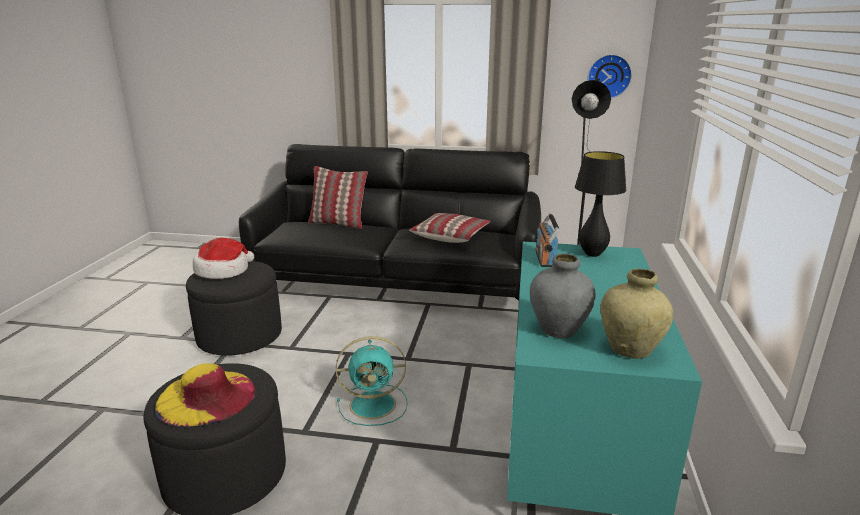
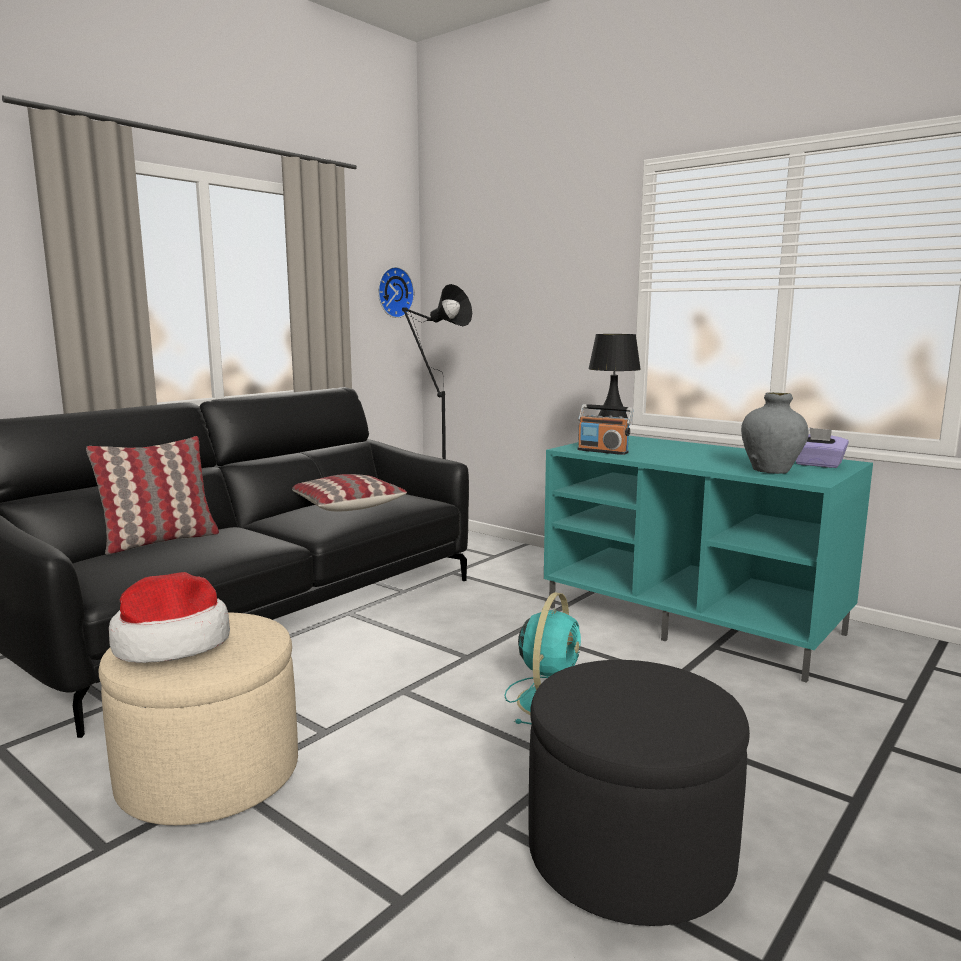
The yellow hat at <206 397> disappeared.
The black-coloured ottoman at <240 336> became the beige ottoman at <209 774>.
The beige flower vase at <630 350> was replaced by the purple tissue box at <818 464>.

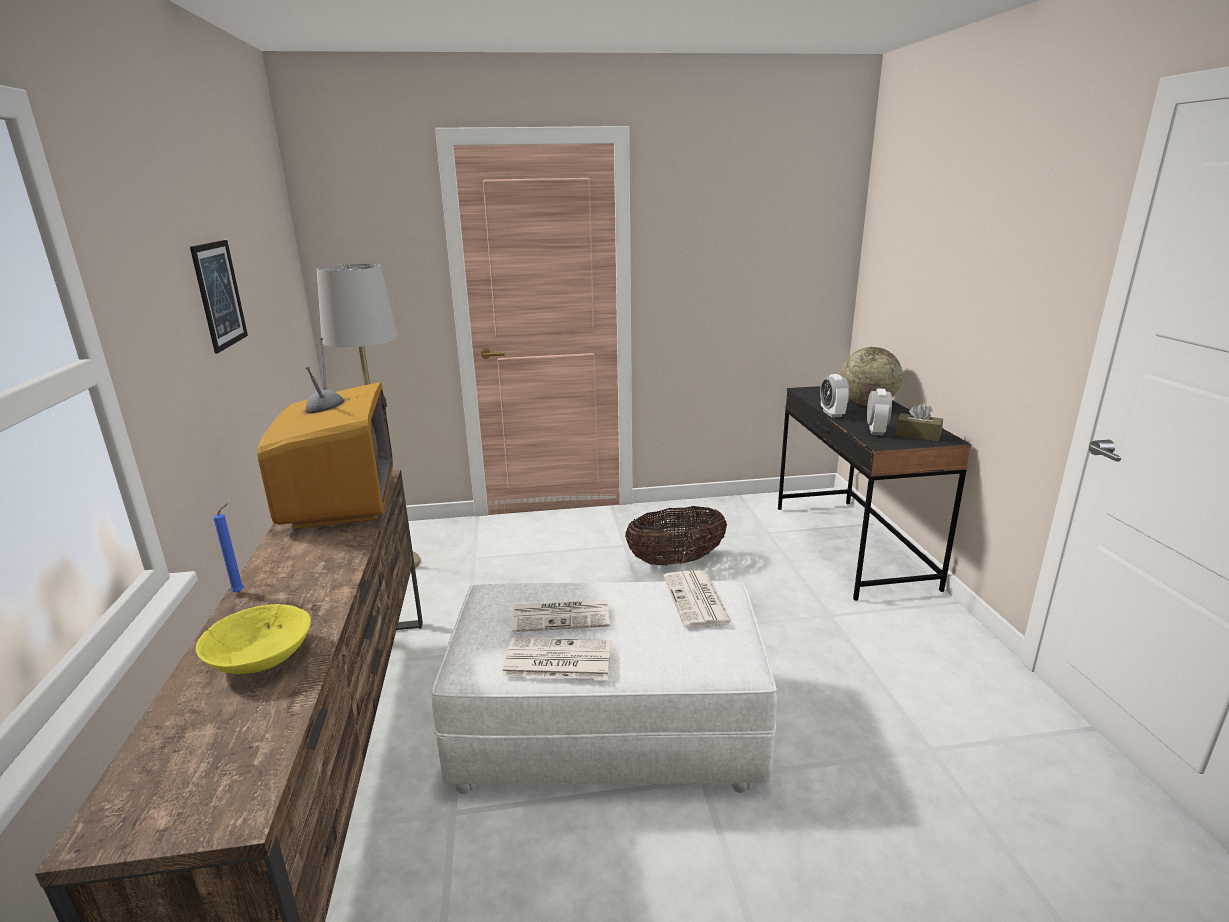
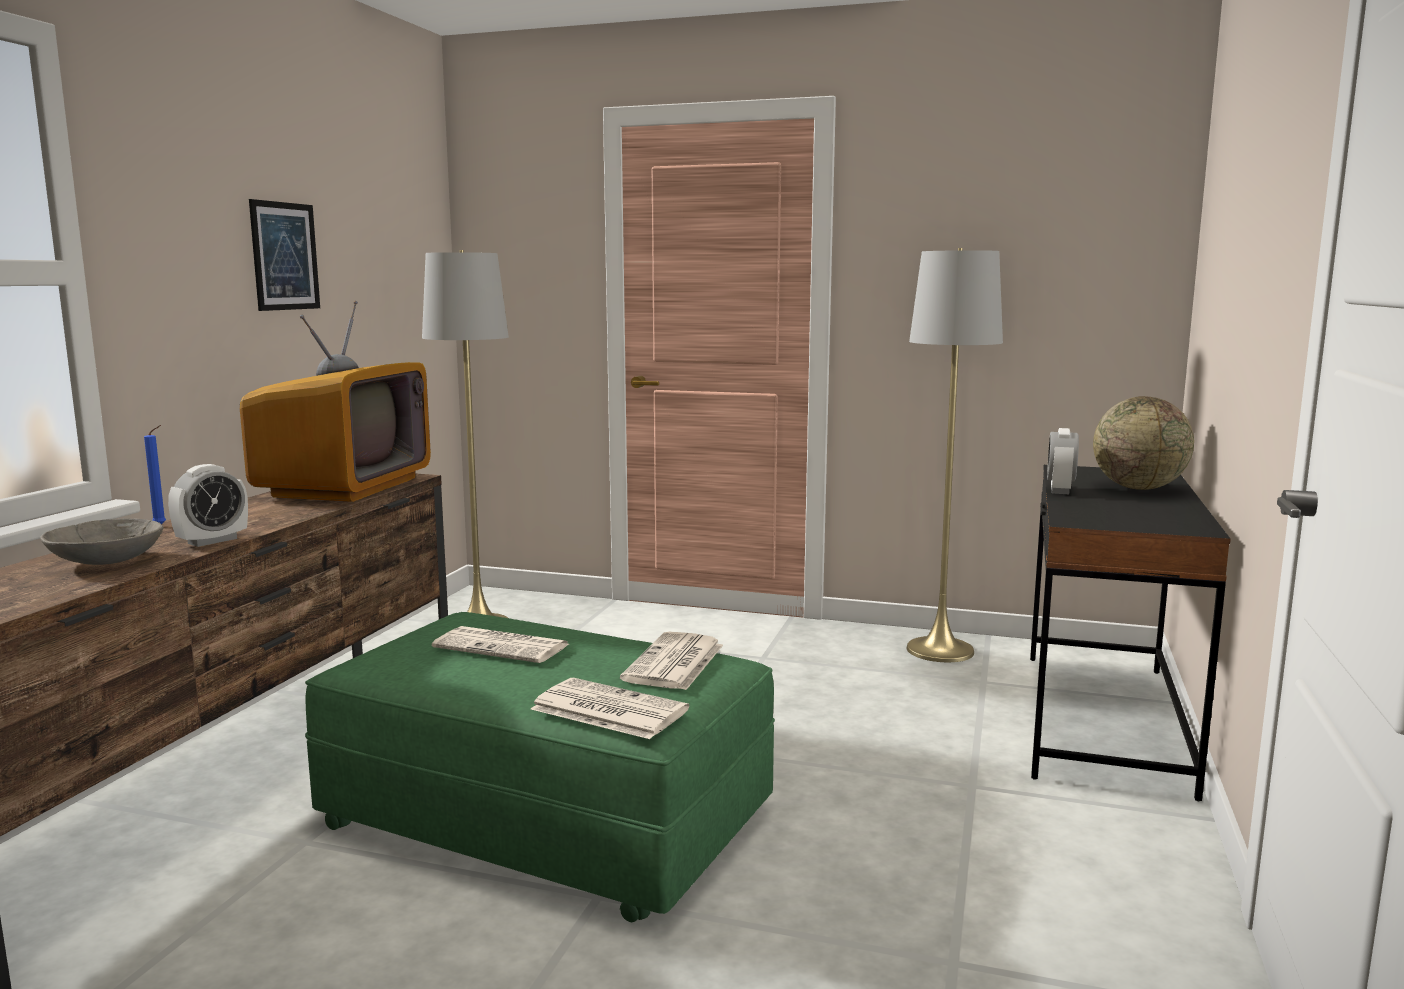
The yellow serving bowl at <262 658> became the grey serving bowl at <107 561>.
The white-coloured ottoman at <608 723> became the greenish ottoman at <547 815>.
The printed paper moved from <556 660> to <607 710>.
The basket at <676 561> disappeared.
The alarm clock moved from <876 431> to <212 541>.
The brown tissue box at <917 435> disappeared.
The grey standing lamp at <940 650> appeared.

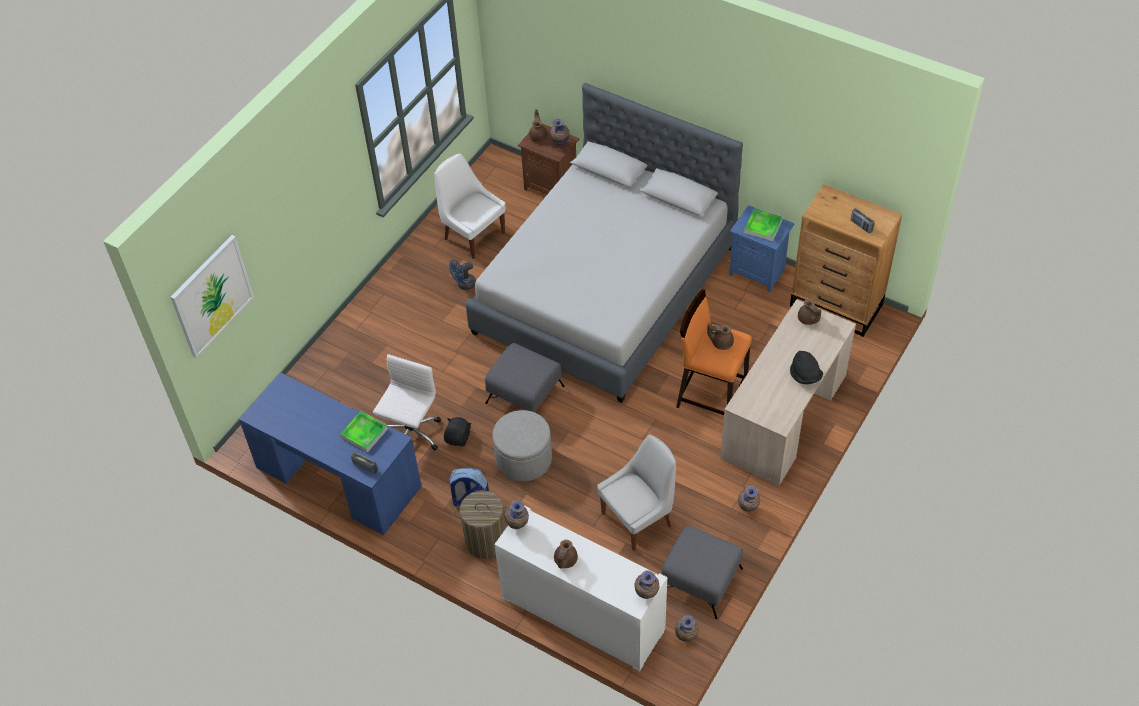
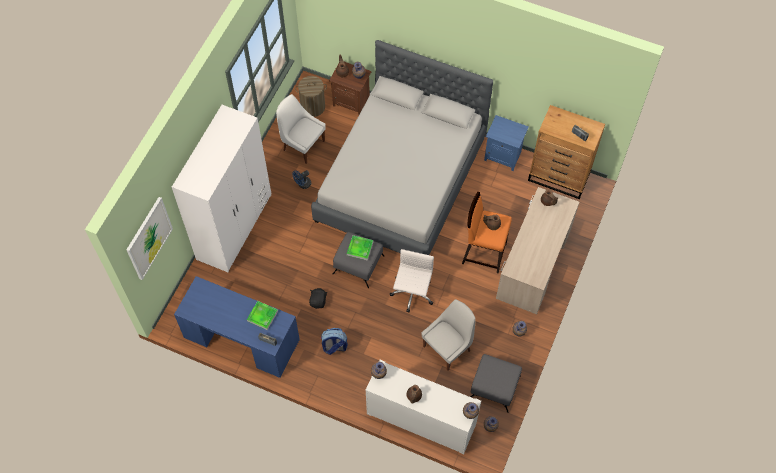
The white-coloured computer chair moved from <410 434> to <412 294>.
The laundry basket moved from <486 541> to <313 107>.
The grey ottoman at <523 459> disappeared.
The tray moved from <763 227> to <360 248>.
The black-coloured hat at <805 376> disappeared.
The white-coloured clothes cupboard at <235 227> appeared.

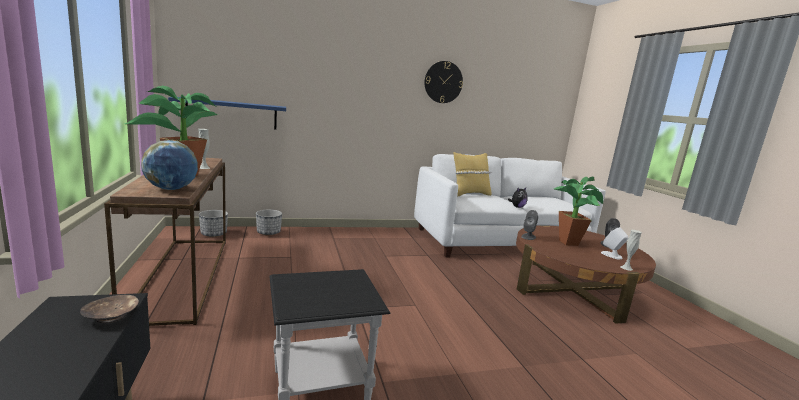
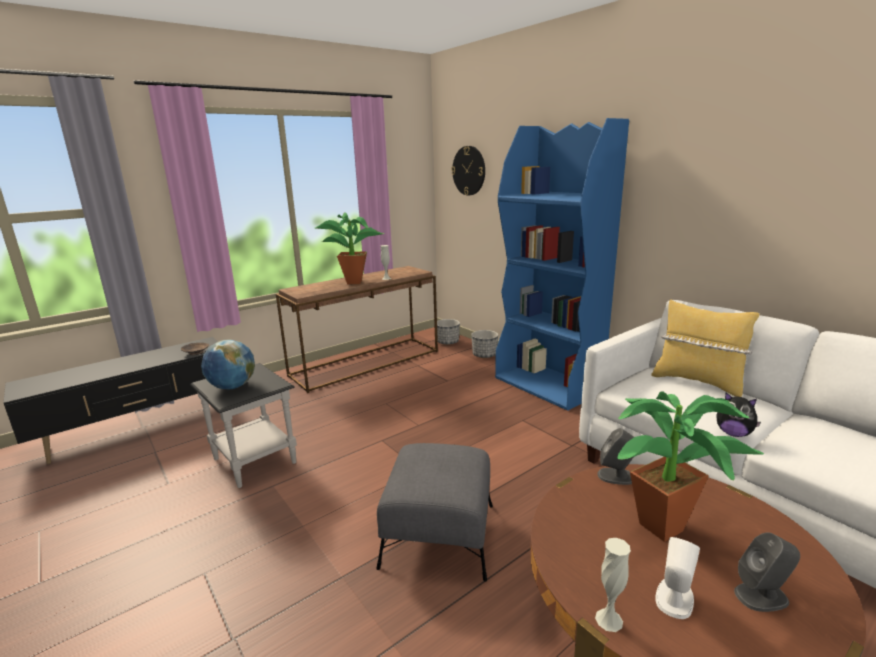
The desk globe moved from <171 189> to <232 387>.
The blue-coloured bracket shelf at <232 114> disappeared.
The clock on the wall moved from <443 82> to <469 170>.
The grey ottoman at <438 535> appeared.
The blue-coloured shelving unit at <548 385> appeared.

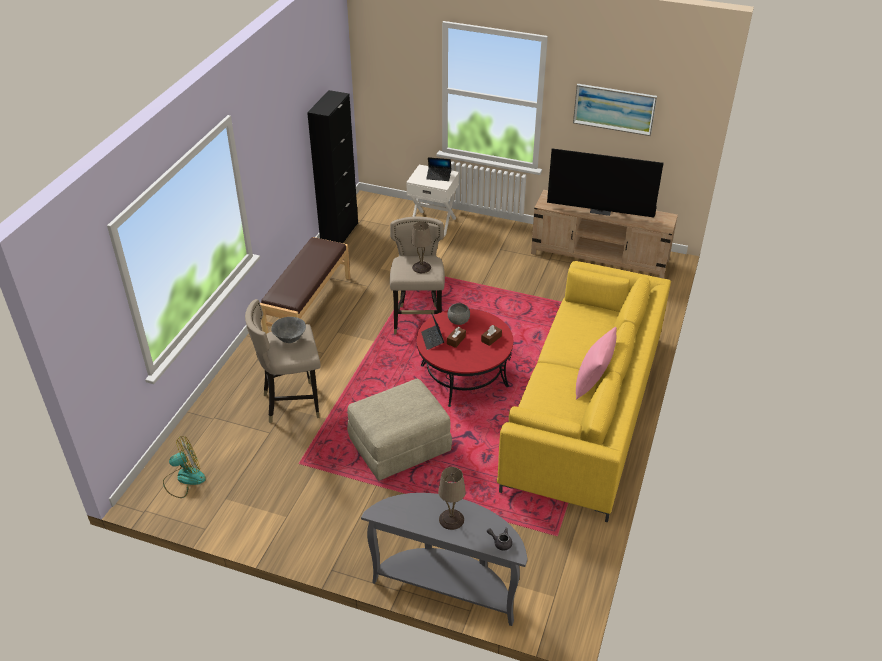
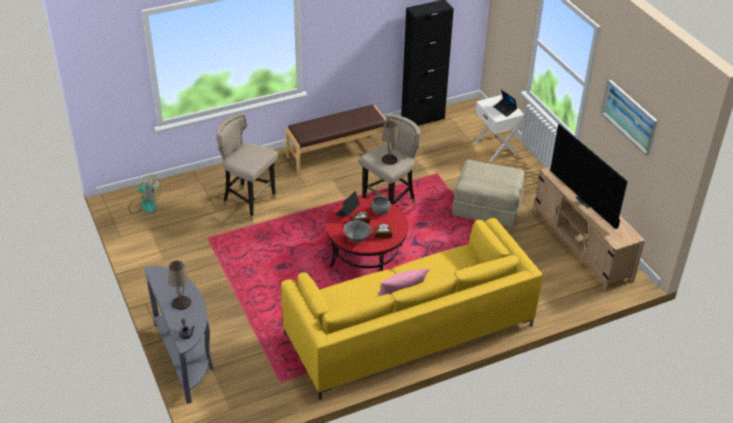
The grey serving bowl moved from <290 339> to <357 239>.
The beige ottoman moved from <400 445> to <487 207>.

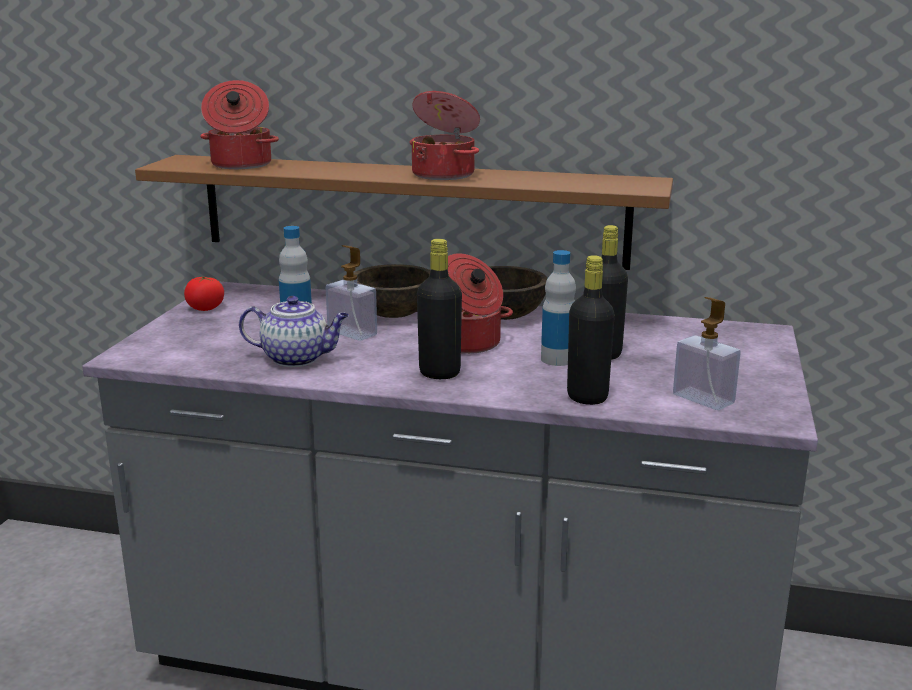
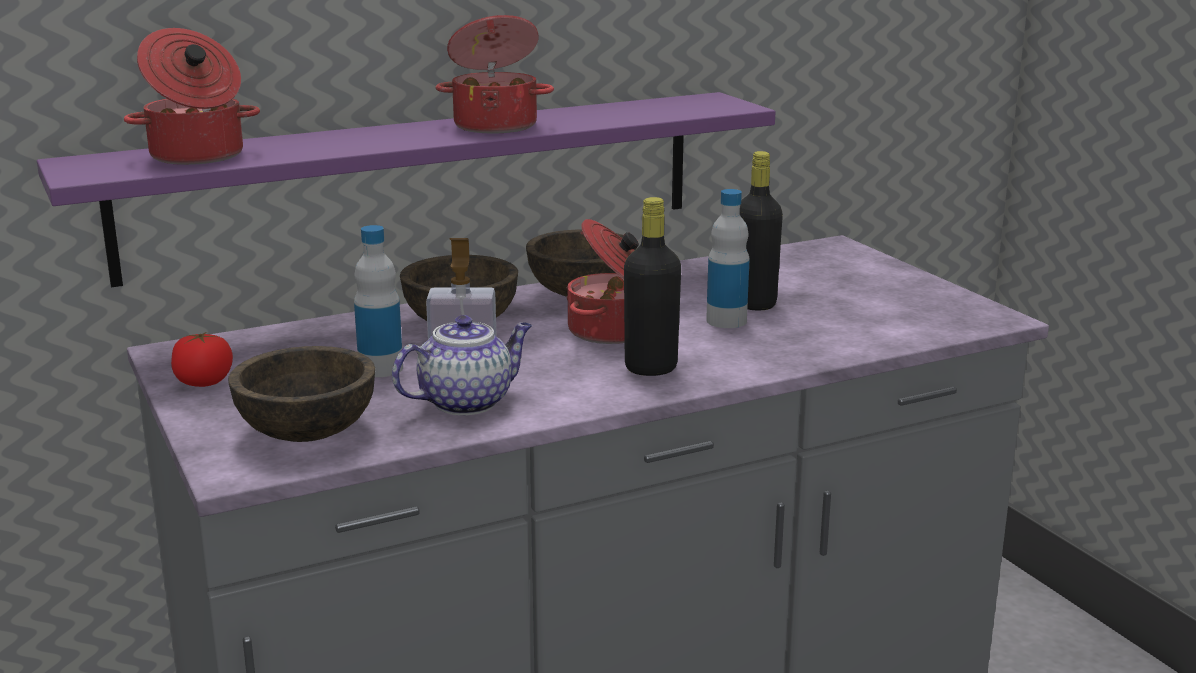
The brown bracket shelf at <410 210> became the purple bracket shelf at <418 183>.
The black-coloured bottle at <587 397> disappeared.
The soap bottle at <703 399> disappeared.
The brown serving bowl at <306 432> appeared.

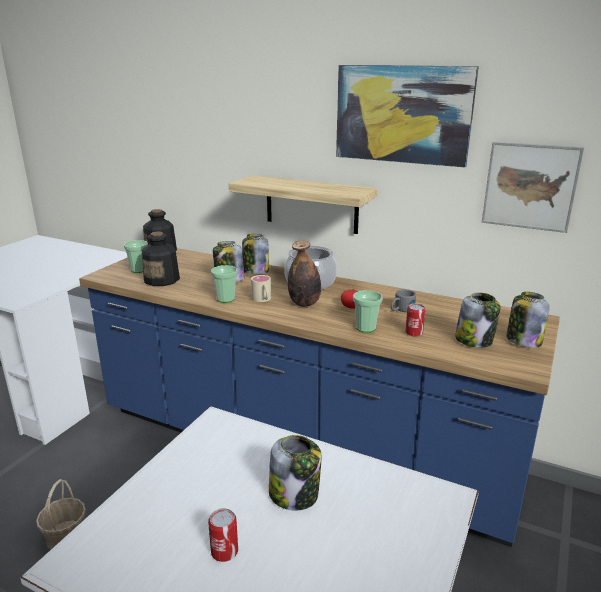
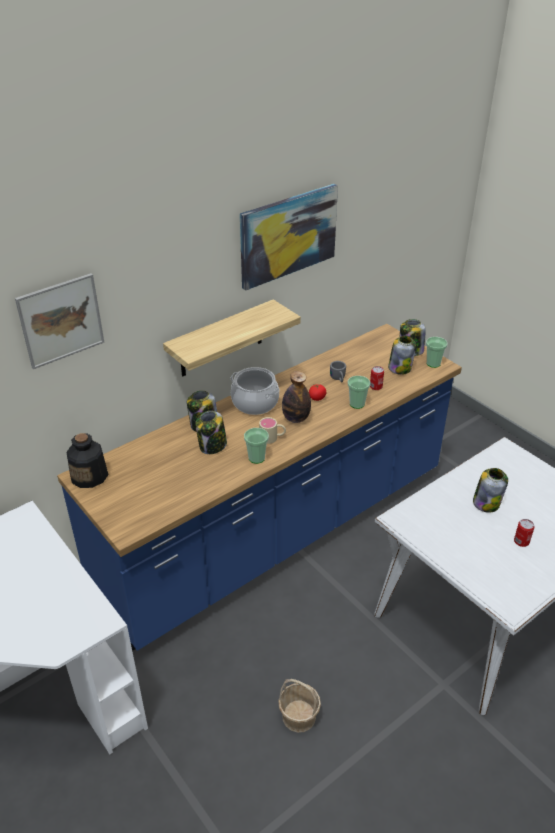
The small cup moved from <139 270> to <433 363>.
The bottle at <162 280> disappeared.
The wall picture moved from <530 186> to <61 320>.

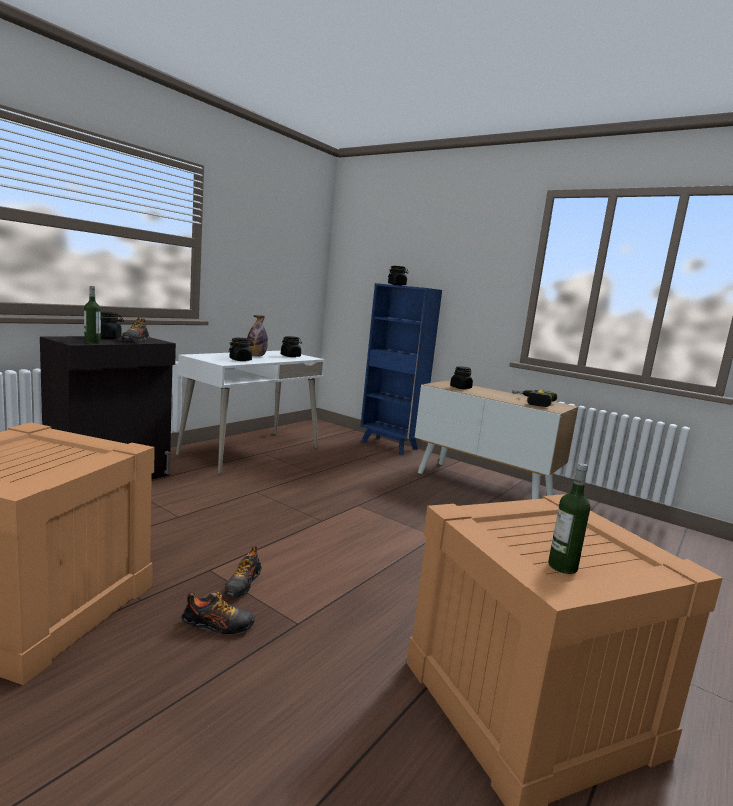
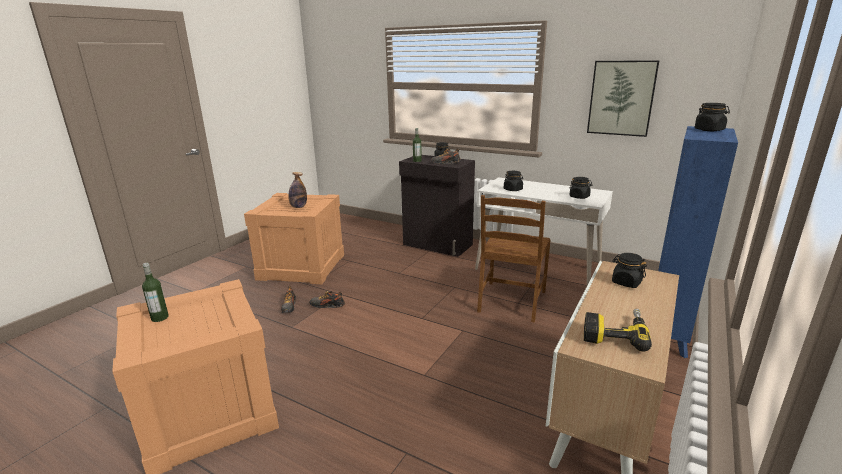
The bottle moved from <256 356> to <298 207>.
The brown plain chair at <511 301> appeared.
The wall picture at <621 98> appeared.

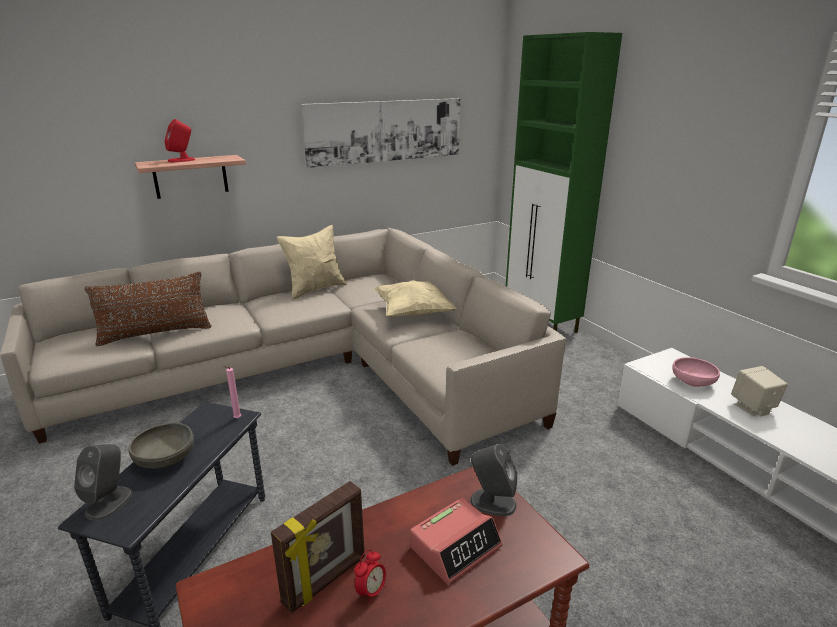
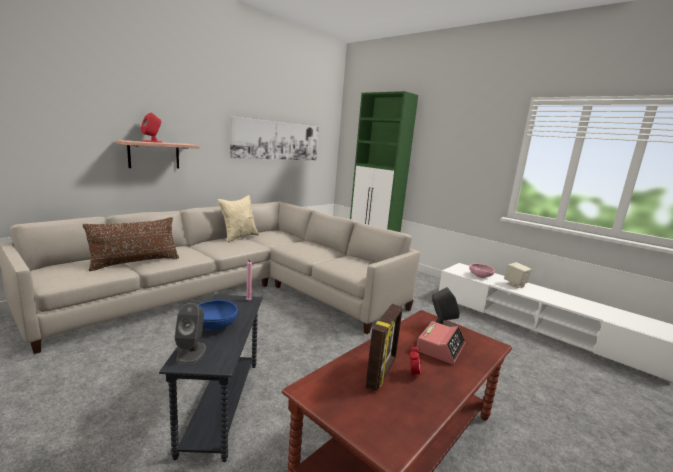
The grey serving bowl at <165 459> became the blue-coloured serving bowl at <214 325>.
The beige cushion at <414 313> disappeared.

